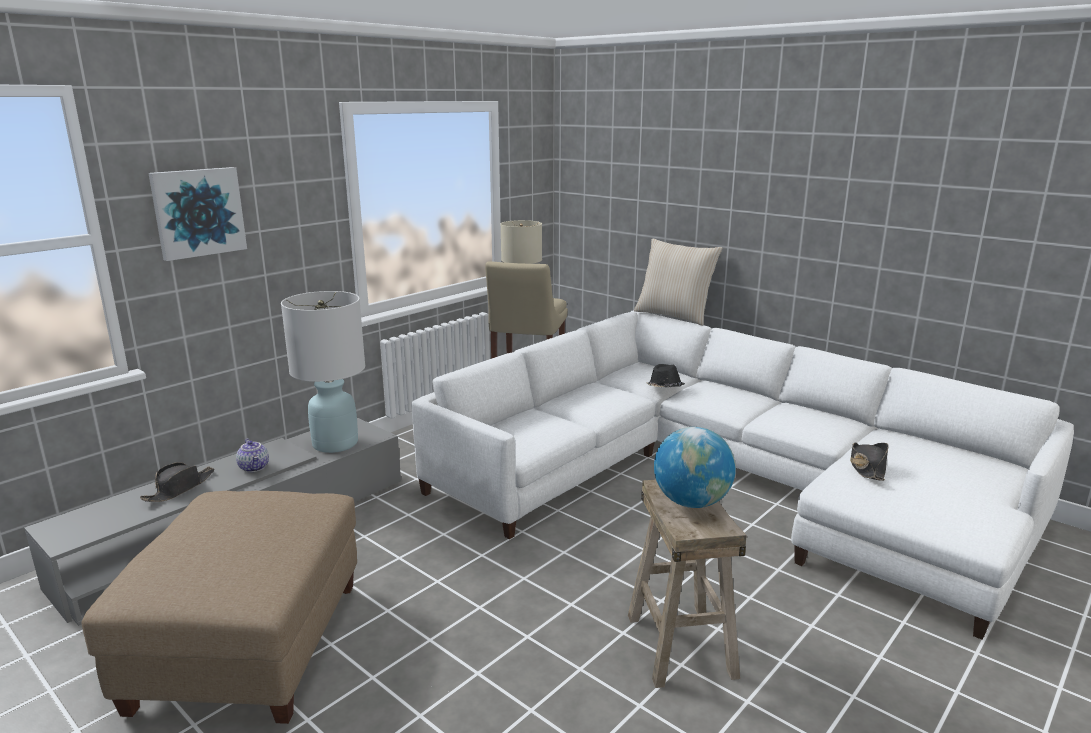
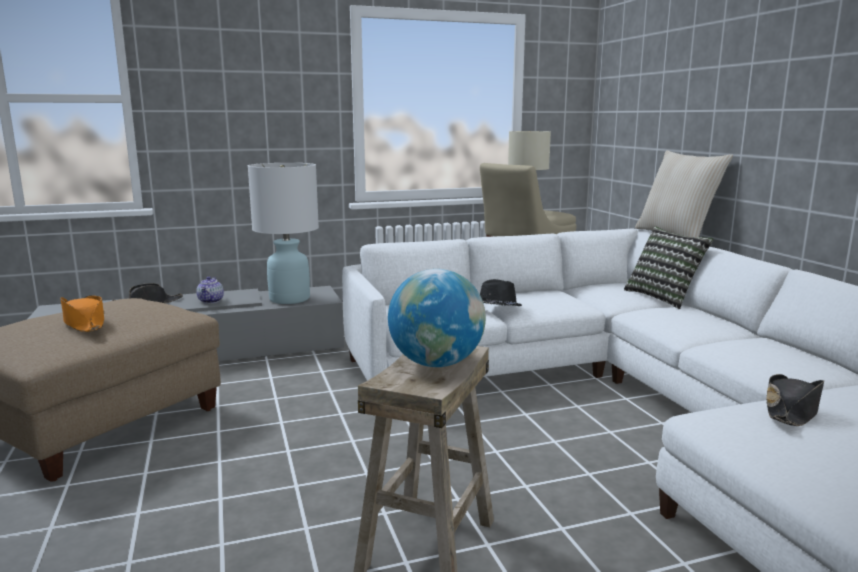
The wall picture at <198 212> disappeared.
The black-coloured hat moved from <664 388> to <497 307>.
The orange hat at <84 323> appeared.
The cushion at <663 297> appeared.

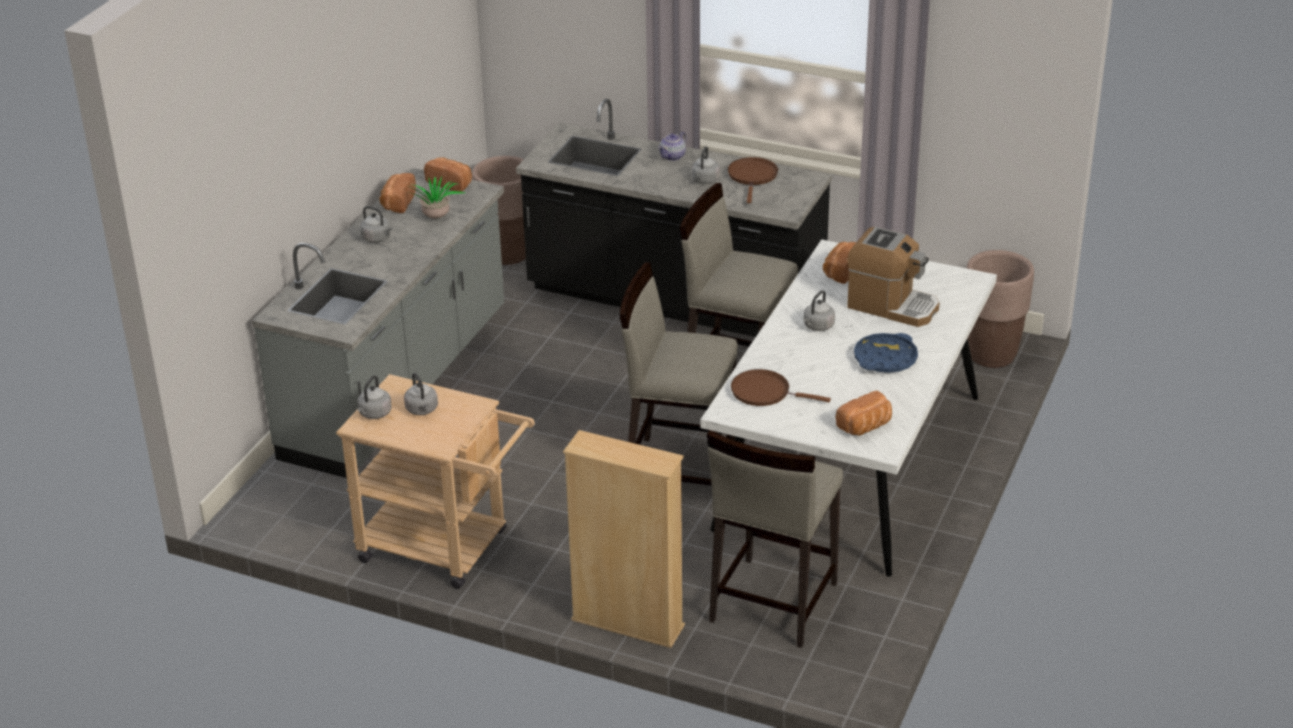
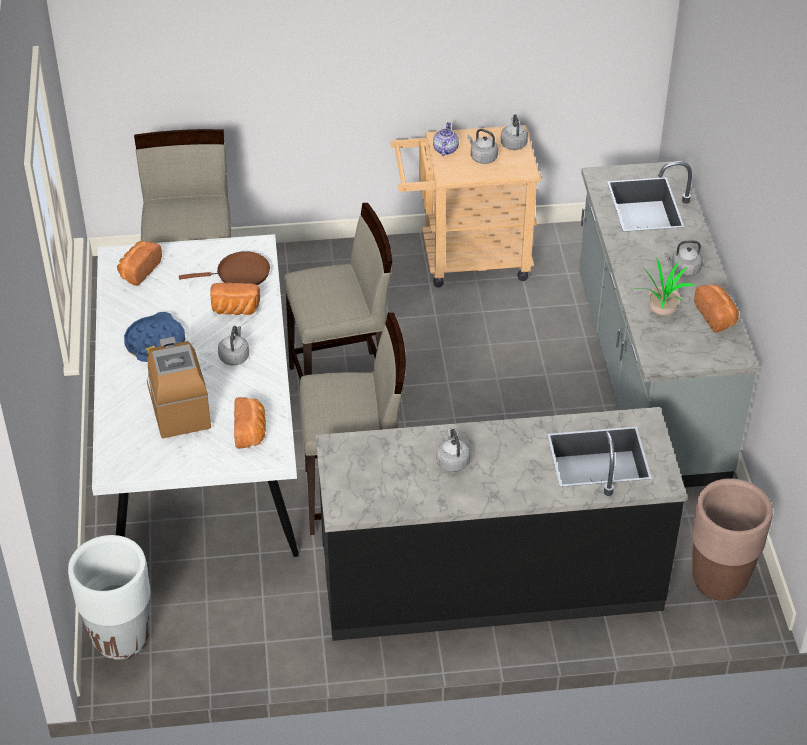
The baked bread moved from <451 183> to <235 310>.
The beige shelving unit at <627 623> disappeared.
The tea pot moved from <673 156> to <445 150>.
The brown skillet at <752 177> disappeared.
The coffee machine at <892 306> turned 75 degrees clockwise.
The brown flower pot at <991 355> became the white-coloured flower pot at <121 639>.

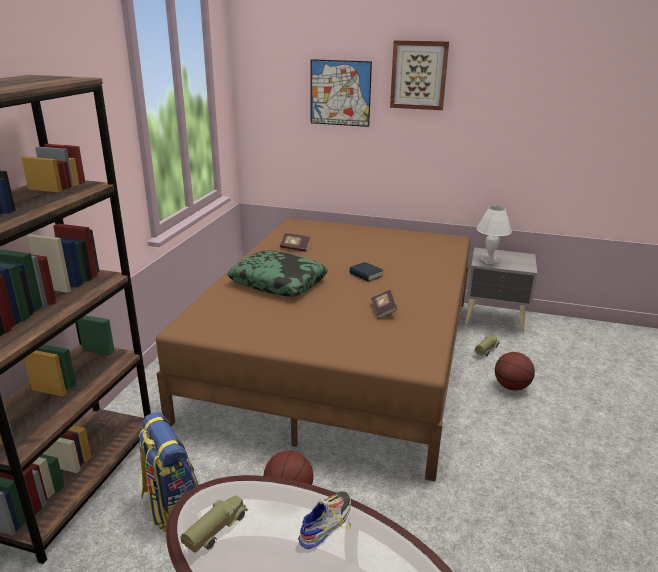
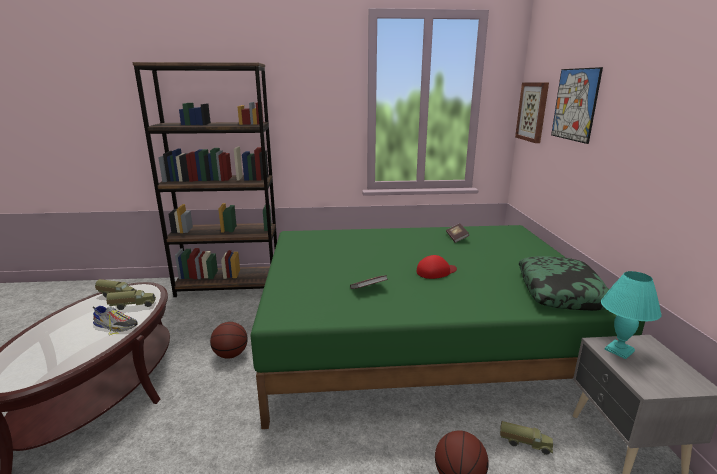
The rucksack at <171 506> disappeared.
The brown bed at <341 354> became the greenish bed at <419 339>.
The cushion moved from <278 282> to <560 292>.
The book at <366 275> was replaced by the red-coloured cap at <436 271>.
The wall picture moved from <419 75> to <533 111>.
The white-coloured lamp for a table at <489 261> became the blue-green lamp for a table at <620 350>.
The model truck at <133 305> appeared.

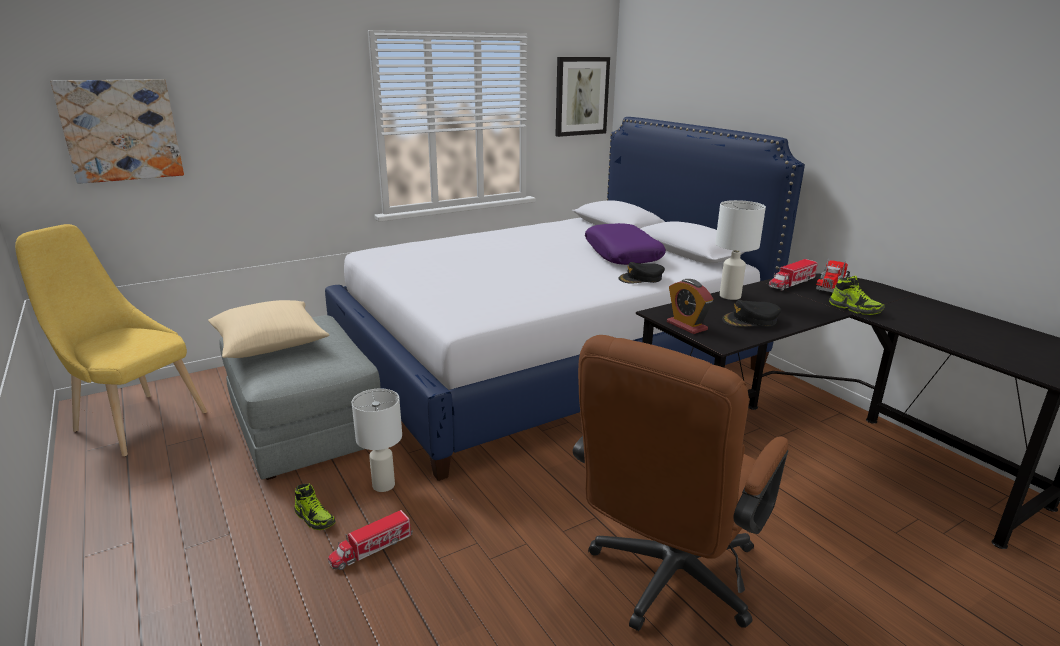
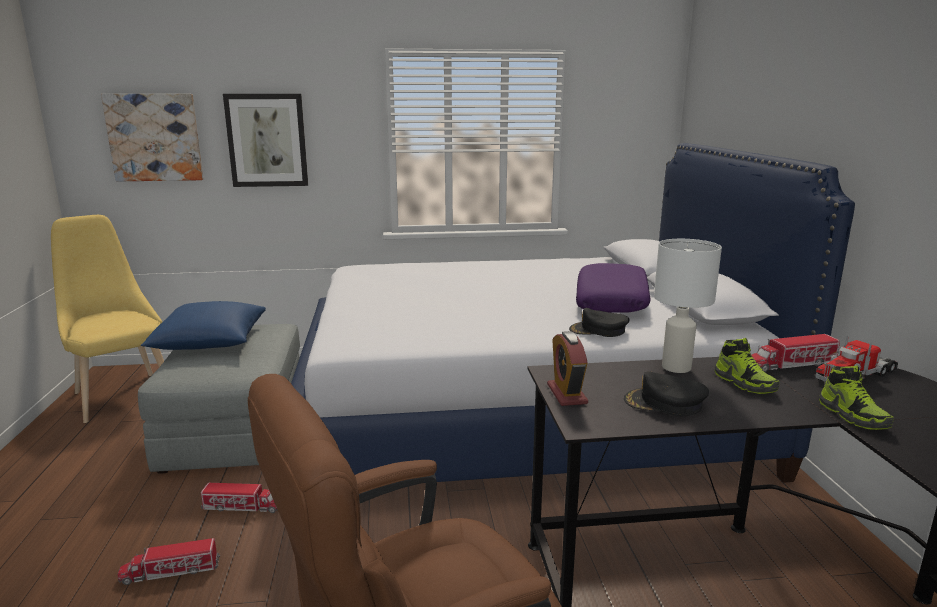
The beige cushion at <270 344> became the blue-coloured cushion at <210 342>.
The shoe moved from <315 518> to <744 383>.
The white-coloured lamp for a table at <383 485> was replaced by the model truck at <243 507>.
The wall picture moved from <581 96> to <267 140>.

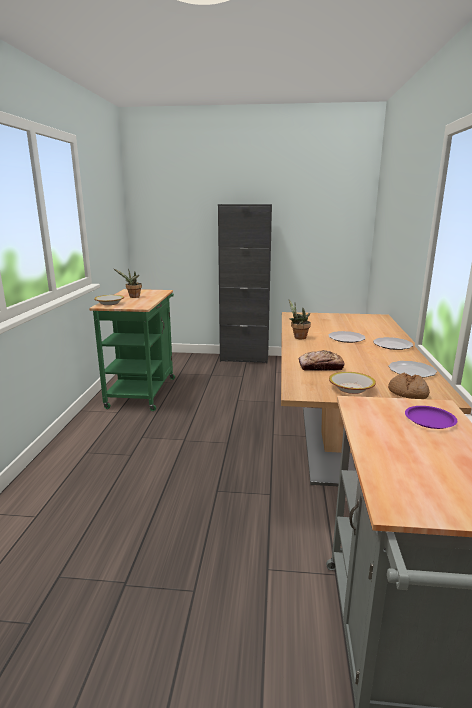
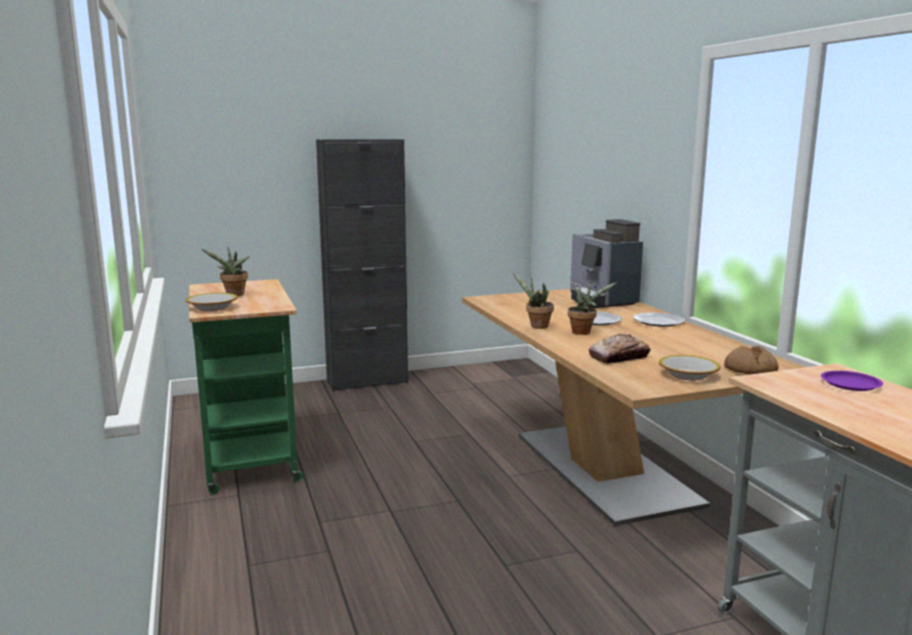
The flat dish at <411 371> disappeared.
The houseplant at <583 332> appeared.
The coffee machine at <601 300> appeared.

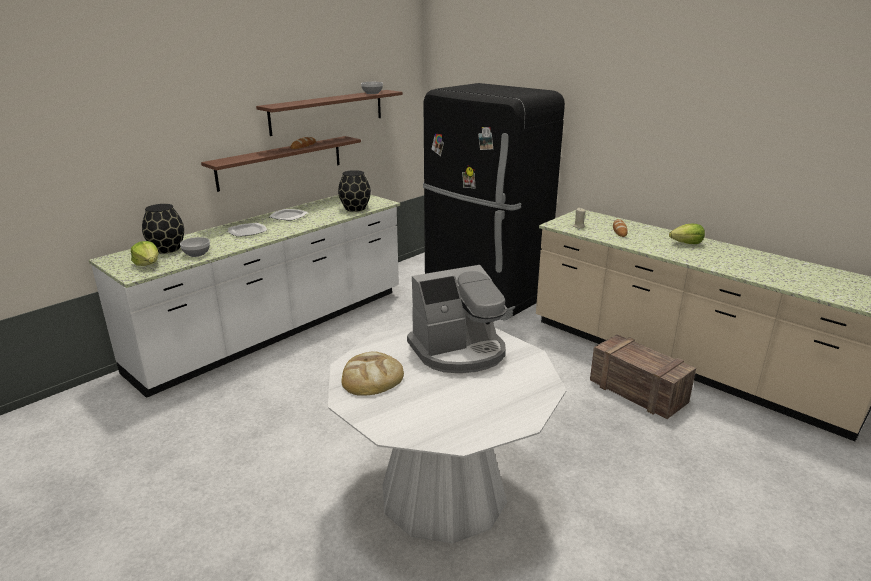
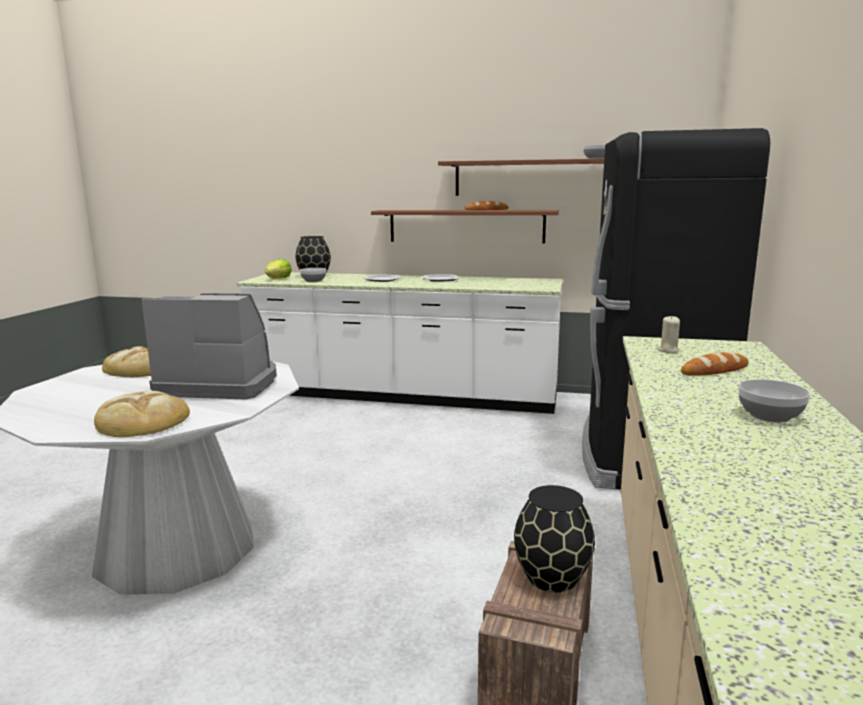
The black-coloured flower vase moved from <355 208> to <551 578>.
The coffee machine at <459 351> turned 150 degrees clockwise.
The head of lettuce at <686 243> was replaced by the serving bowl at <770 416>.
The baked bread at <142 421> appeared.

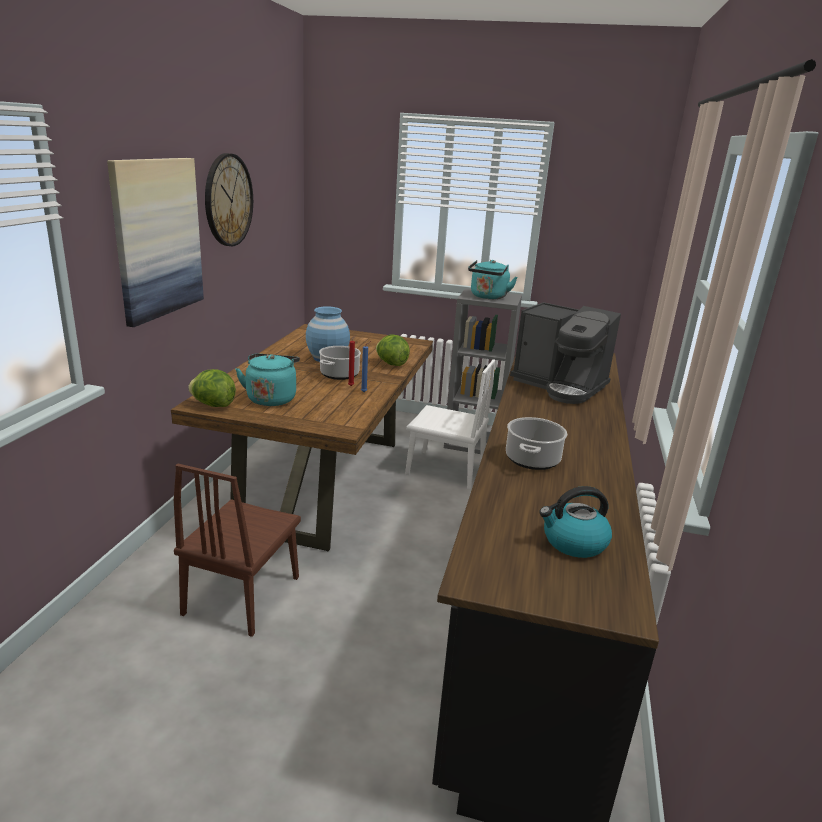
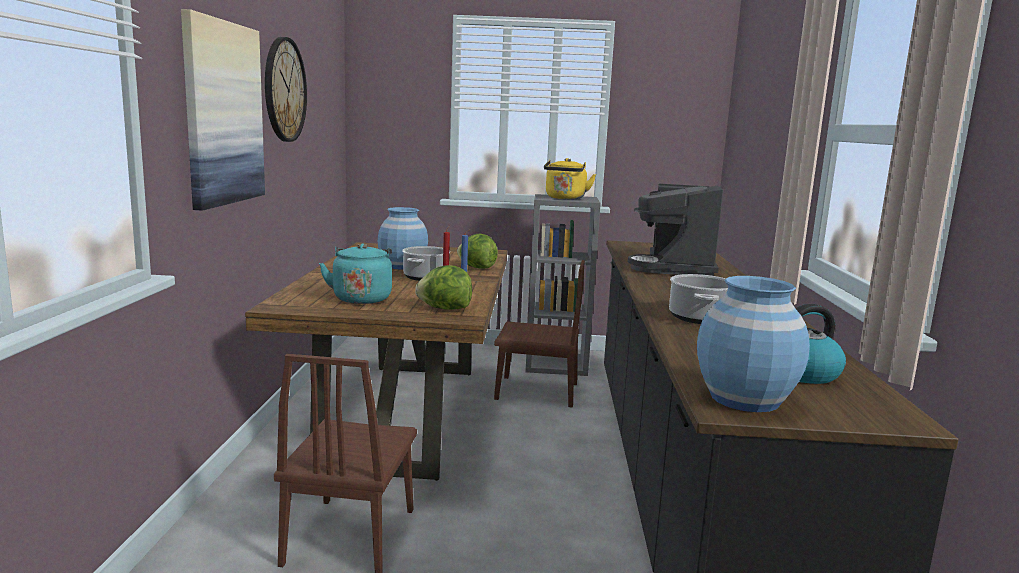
The head of lettuce moved from <213 405> to <445 309>.
The white-coloured plain chair at <445 469> became the brown plain chair at <536 391>.
The blue-green tea kettle at <488 297> became the yellow tea kettle at <565 198>.
The coffee machine at <560 386> turned 75 degrees clockwise.
The blue-coloured flower vase at <744 398> appeared.

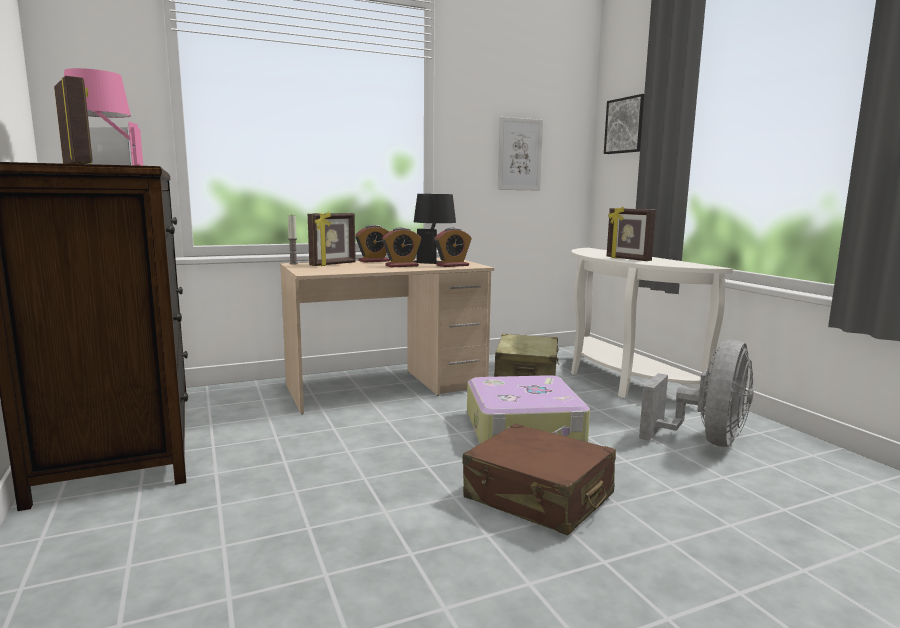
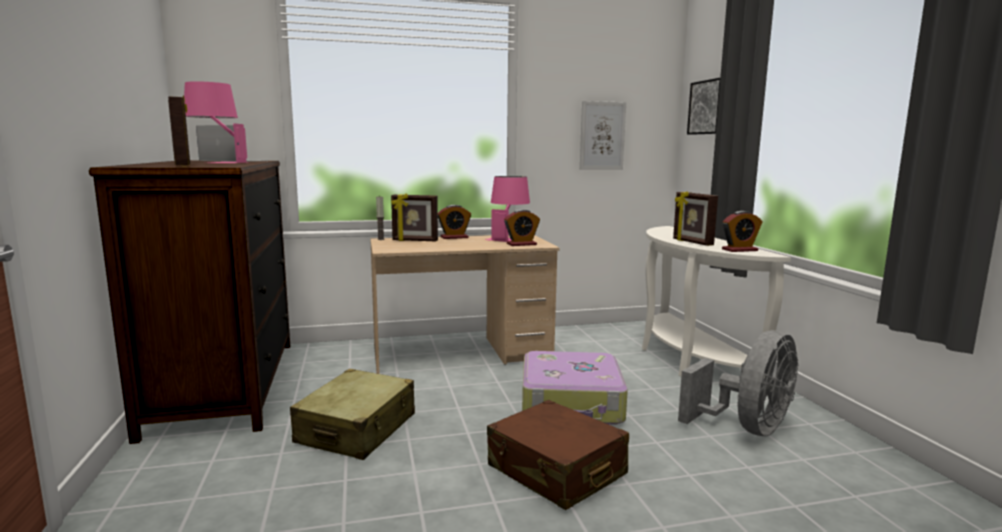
The standing frame at <333 264> turned 45 degrees clockwise.
The alarm clock moved from <402 266> to <739 250>.
The black-coloured lamp for a table at <433 261> became the pink lamp for a table at <508 238>.
The beige travel case moved from <526 372> to <357 429>.

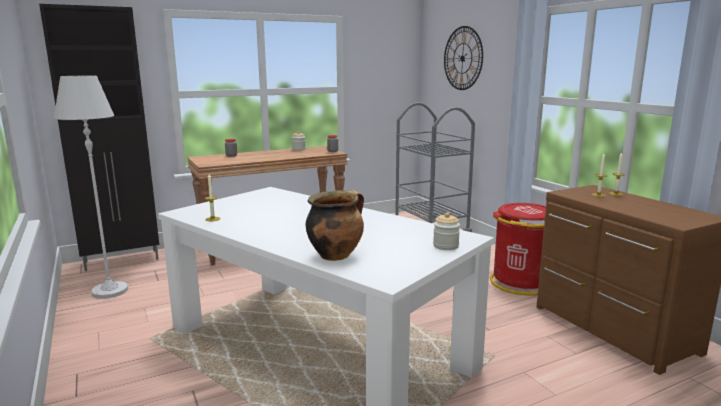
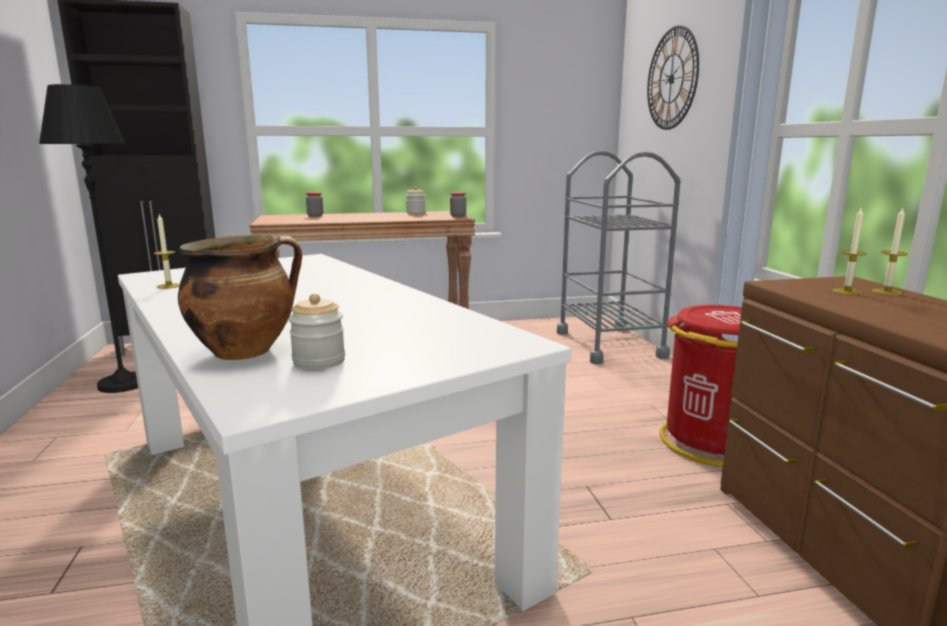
The white-coloured standing lamp at <110 291> became the black-coloured standing lamp at <123 384>.
The jar moved from <445 246> to <319 361>.

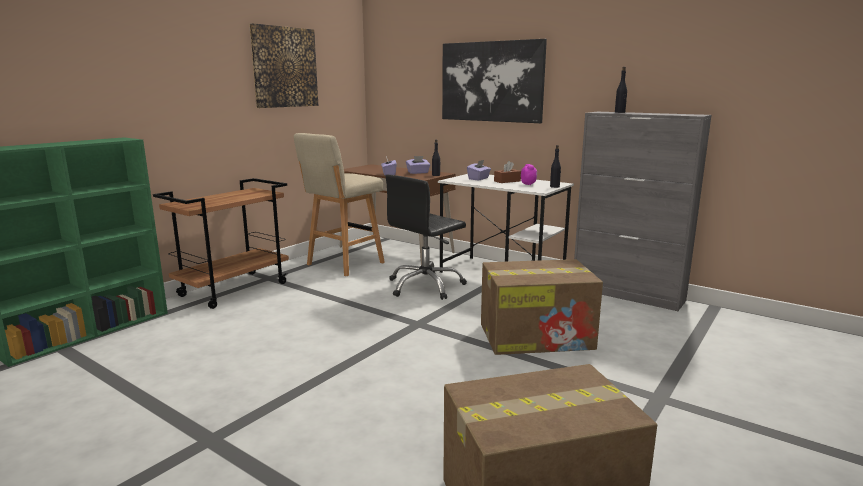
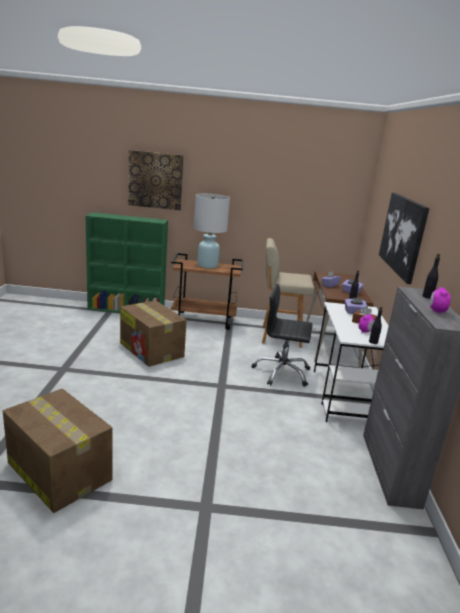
The wall picture moved from <284 67> to <155 180>.
The cardboard box moved from <537 336> to <152 350>.
The white-coloured lamp for a table at <207 265> appeared.
The alarm clock at <436 311> appeared.

